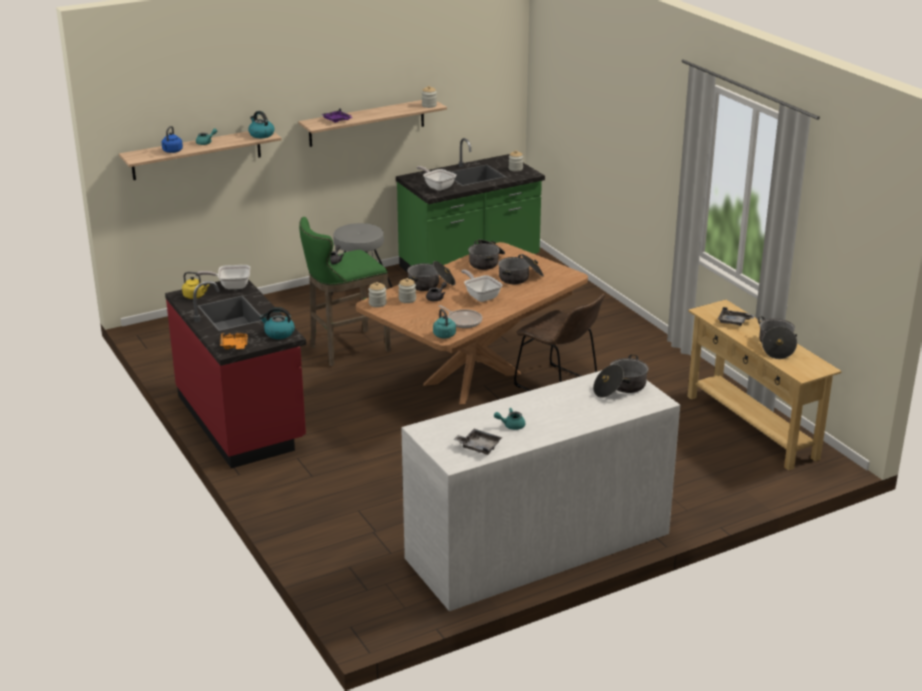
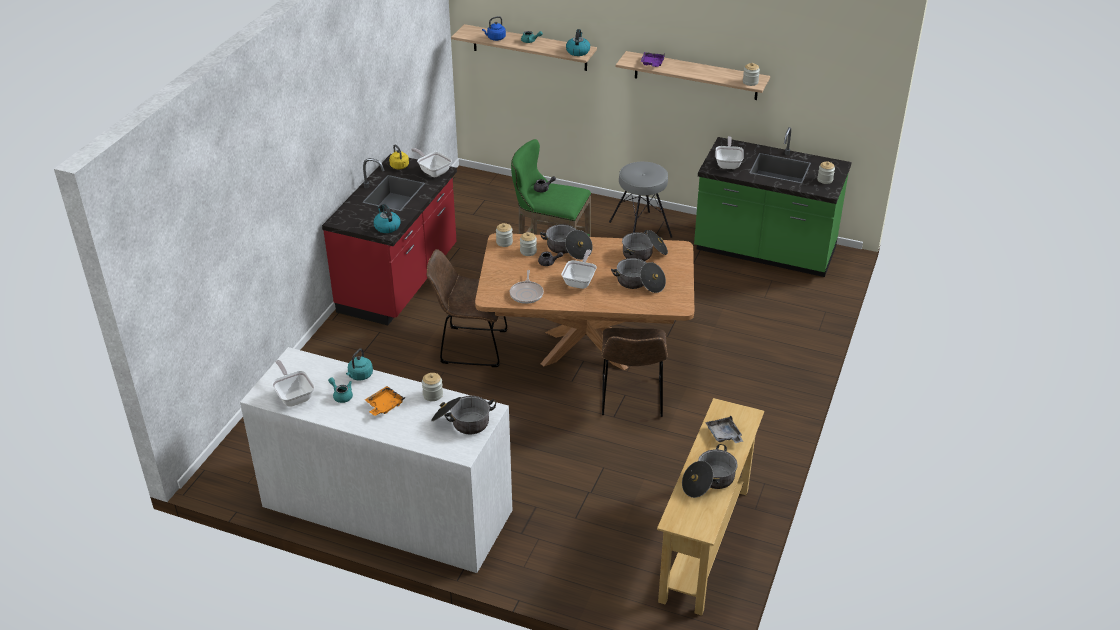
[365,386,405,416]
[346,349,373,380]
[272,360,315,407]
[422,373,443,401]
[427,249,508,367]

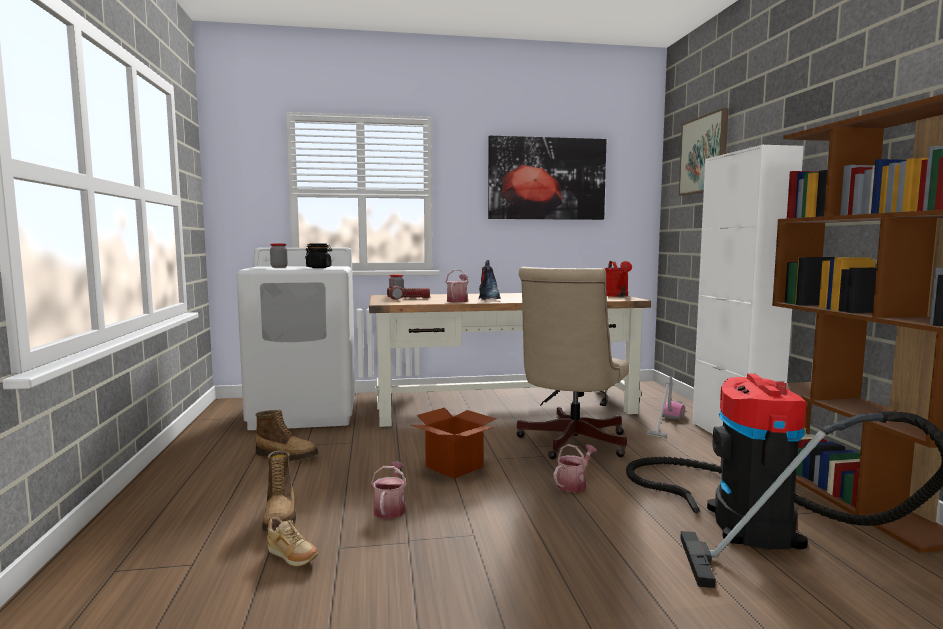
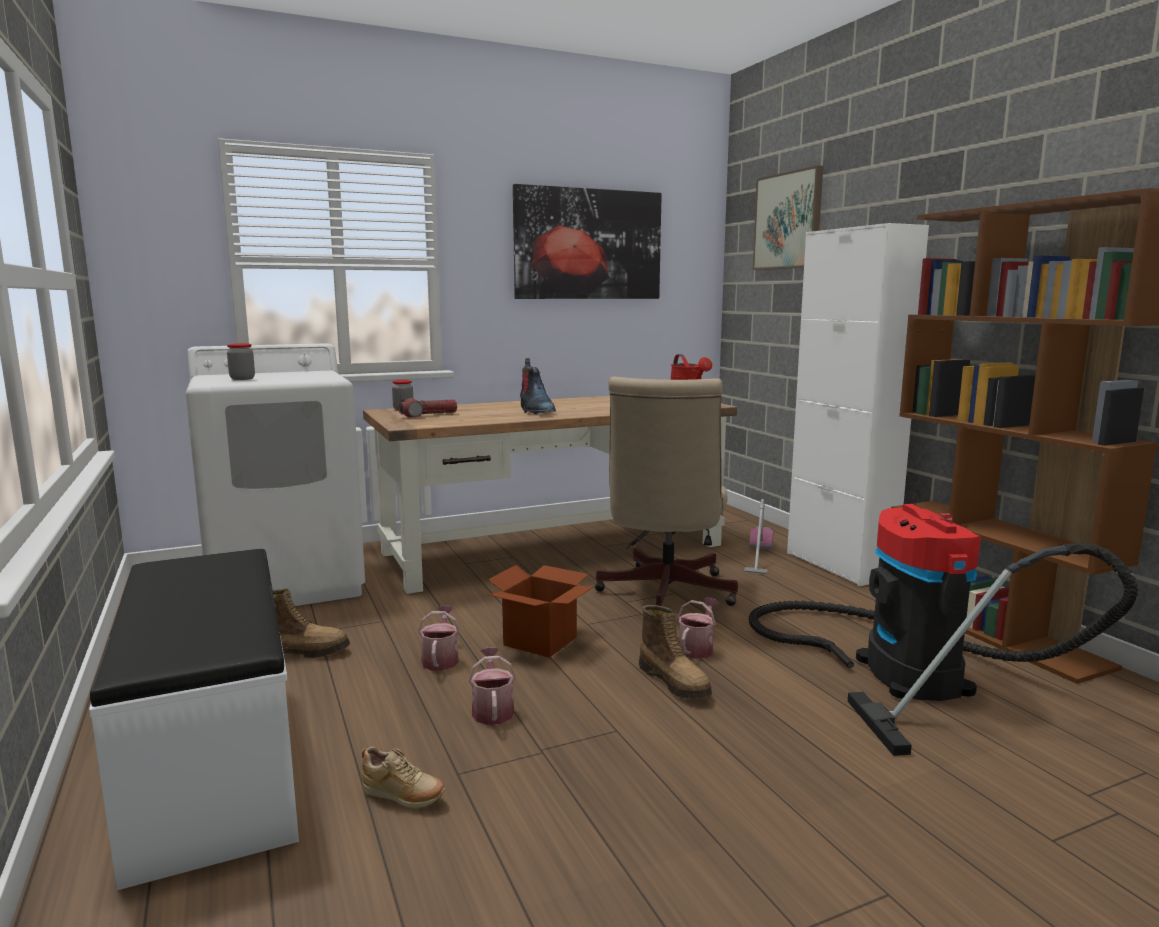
[639,605,712,699]
[305,244,332,268] (first image)
[418,605,460,671]
[89,549,299,890]

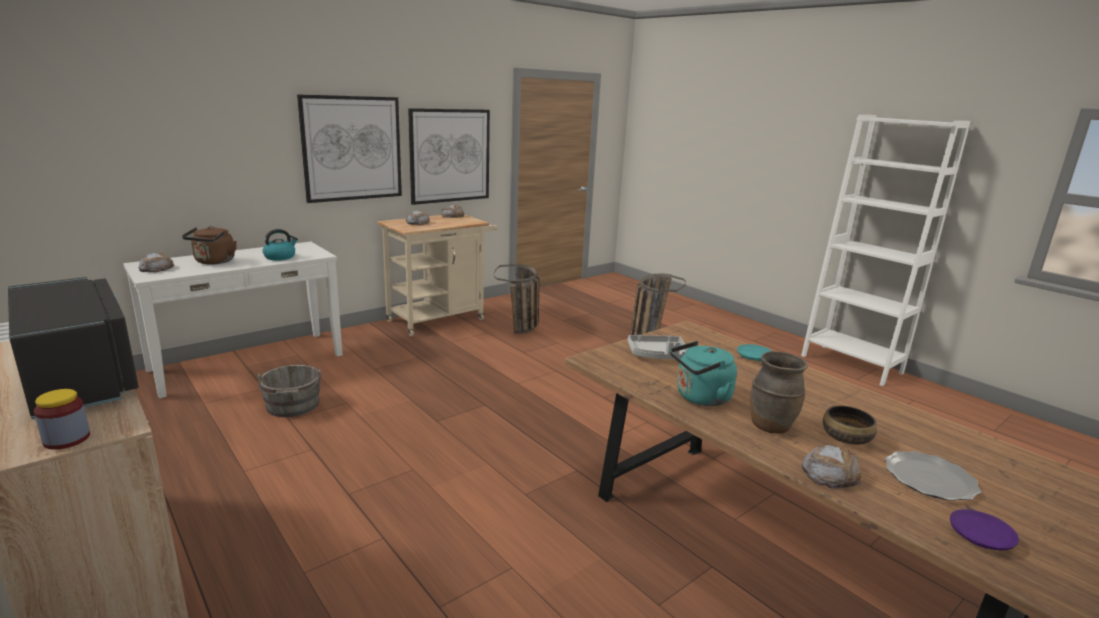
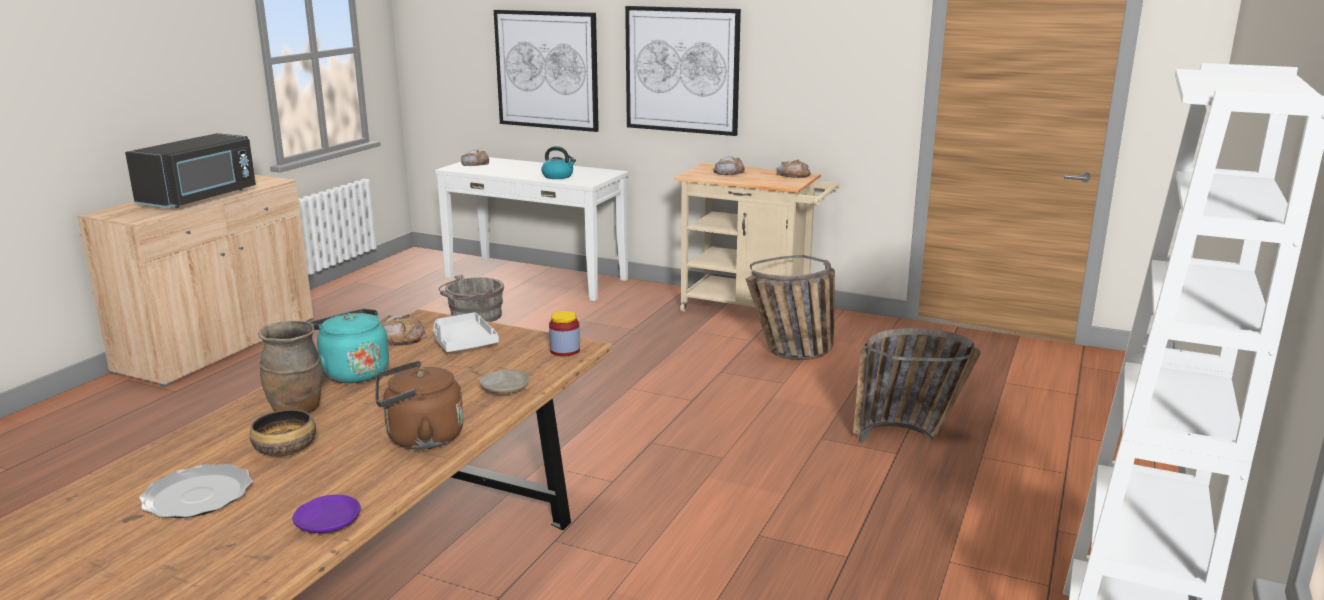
[549,311,580,356]
[375,360,464,450]
[494,10,599,132]
[479,369,530,394]
[380,314,427,346]
[292,495,361,533]

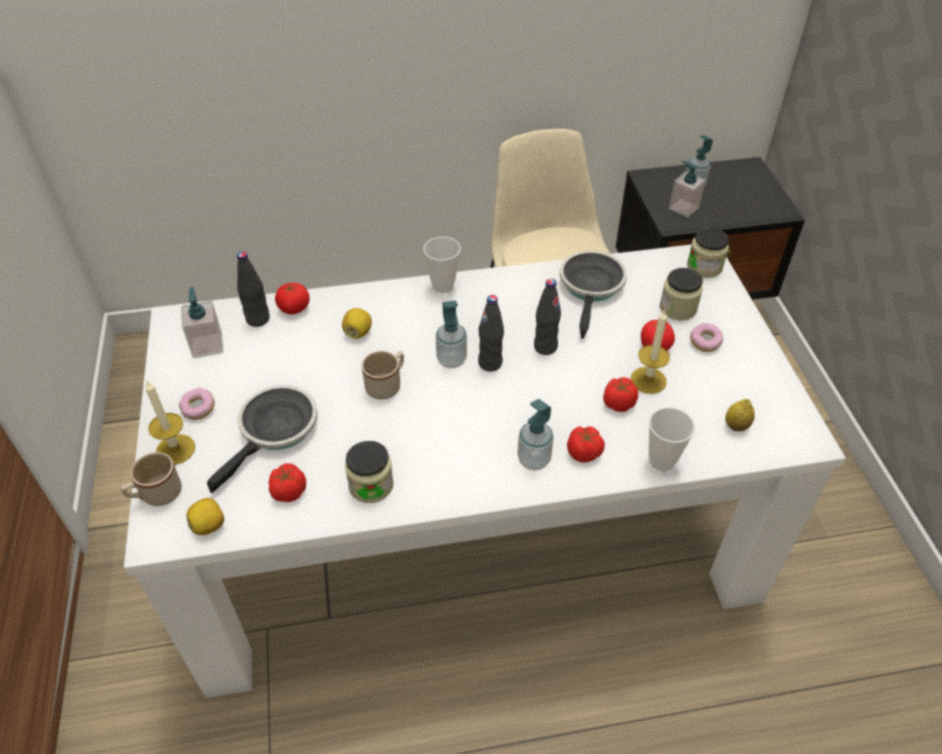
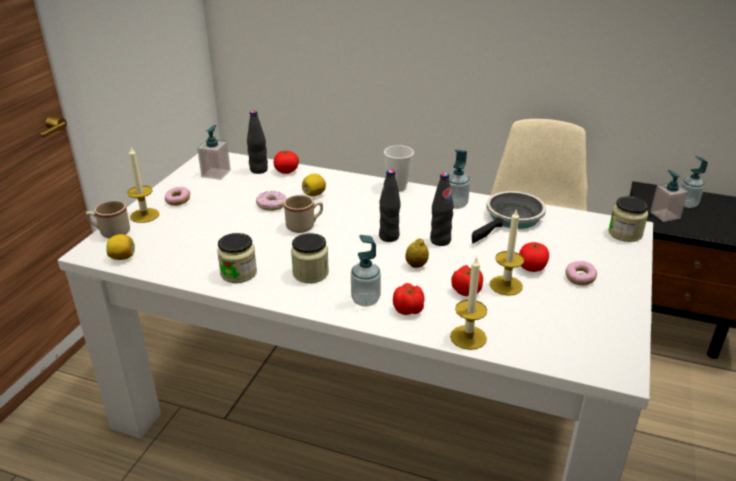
[207,385,318,493] (first image)
[269,463,306,502] (first image)
[449,149,470,209]
[450,256,487,350]
[291,233,329,283]
[405,238,429,268]
[256,191,287,211]

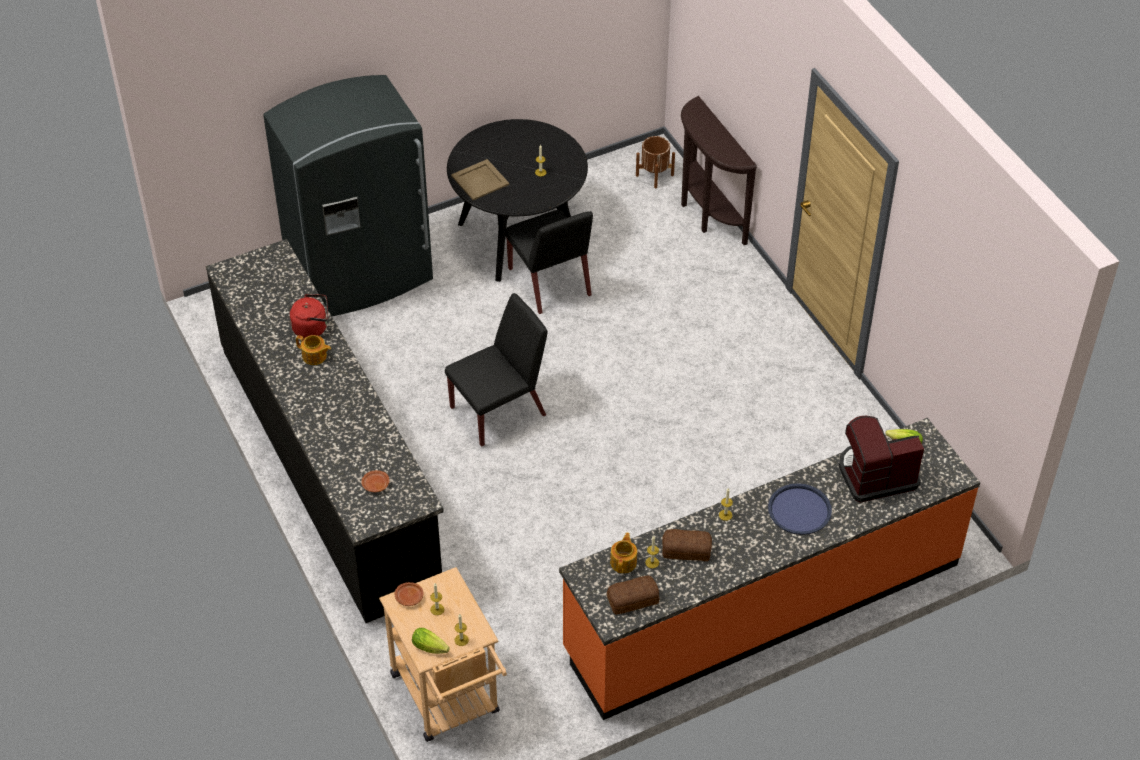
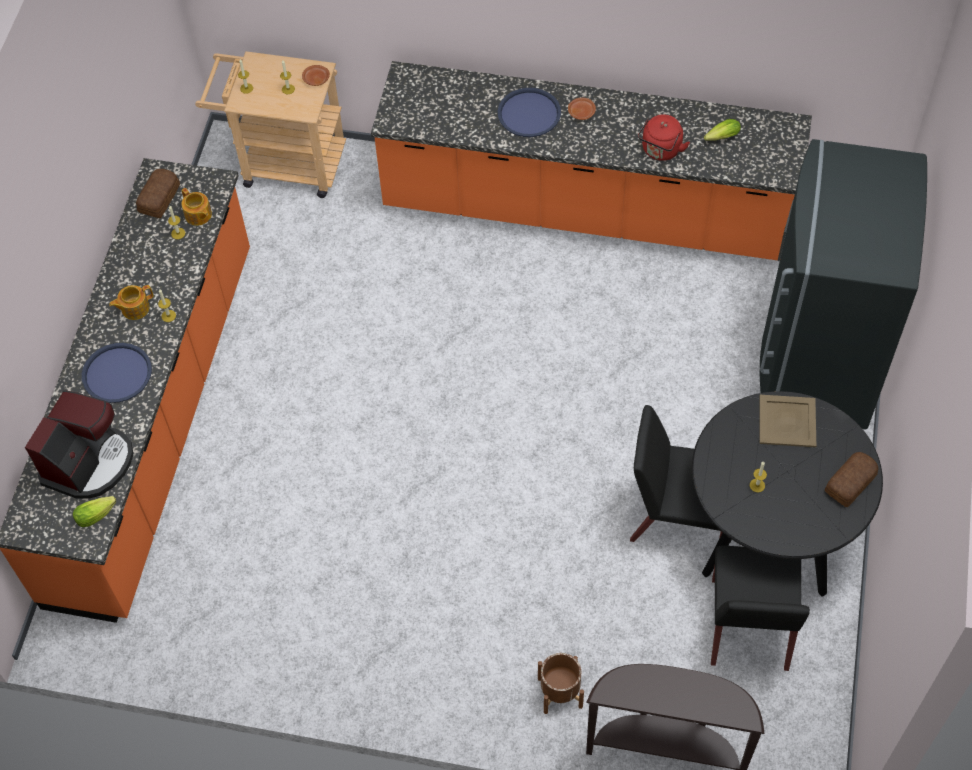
[371,61,812,260]
[109,285,153,320]
[568,98,596,120]
[704,119,741,141]
[711,546,810,671]
[538,653,584,714]
[825,452,879,507]
[498,88,561,137]

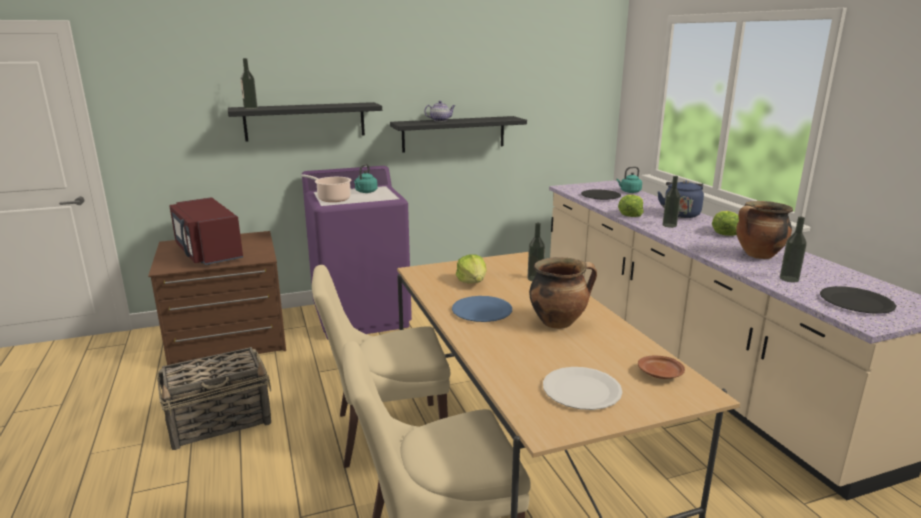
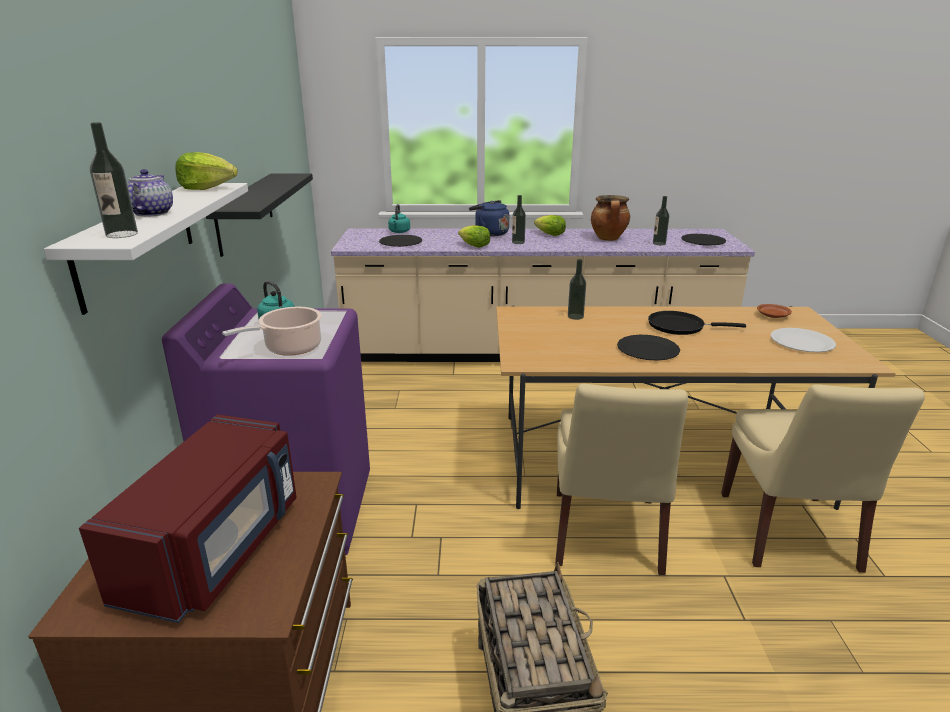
[79,414,297,623]
[44,183,248,315]
[127,169,173,217]
[617,335,680,361]
[175,152,238,190]
[648,311,746,335]

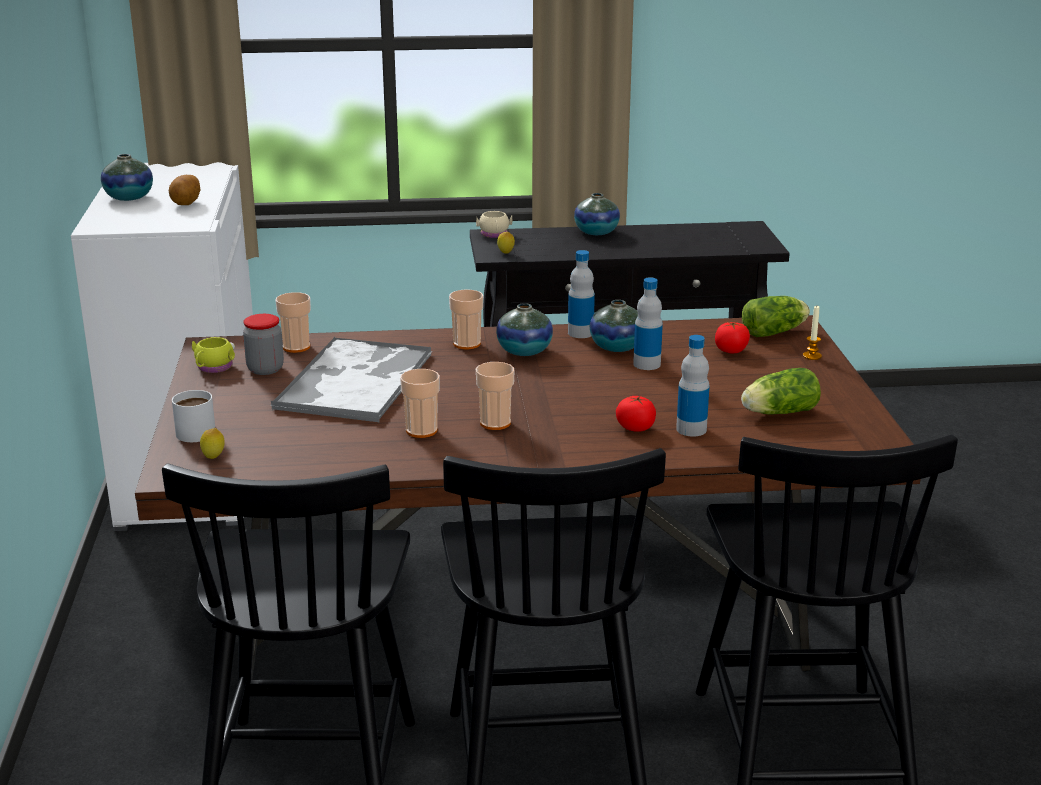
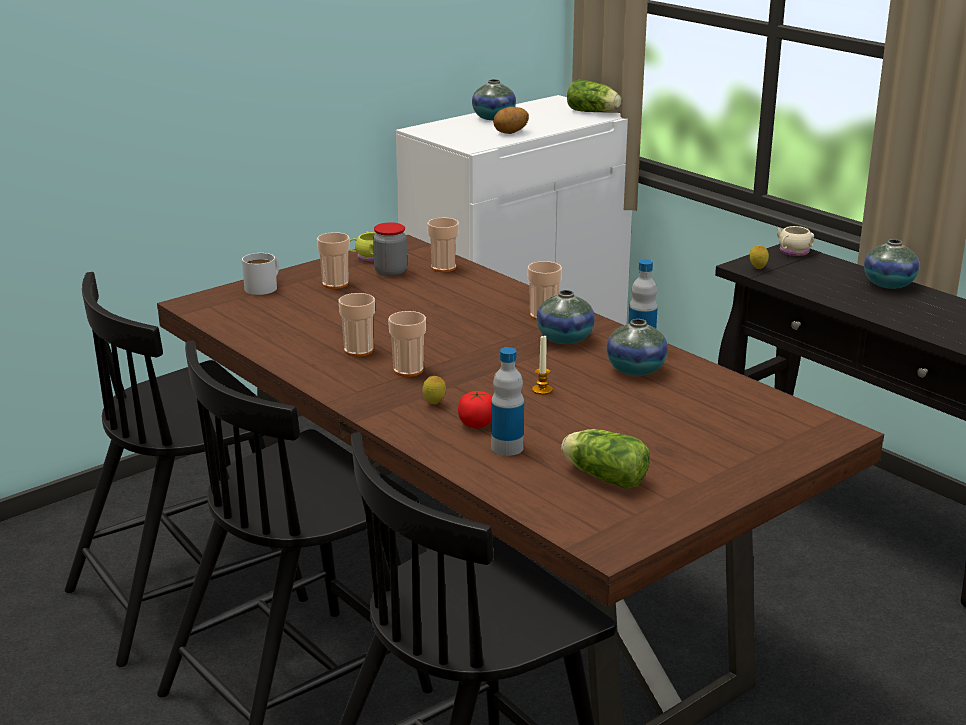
[422,376,446,404]
[270,337,433,422] (first image)
[633,277,663,370] (first image)
[715,322,750,353] (first image)
[567,80,621,112]
[532,335,553,395]
[317,232,350,289]

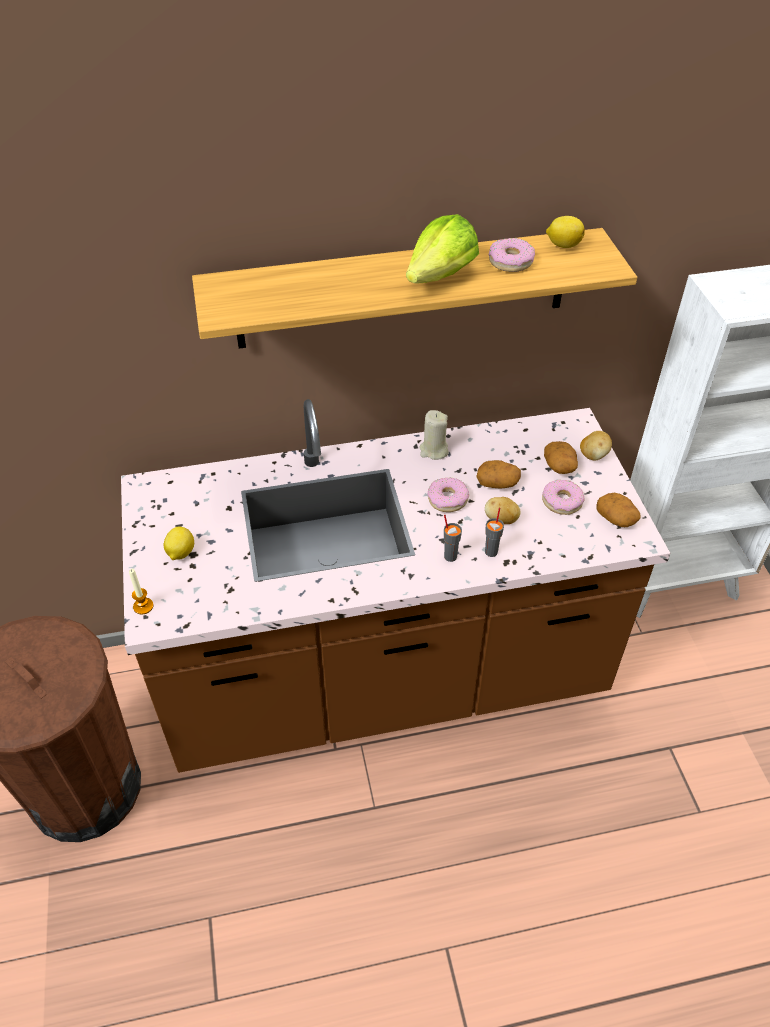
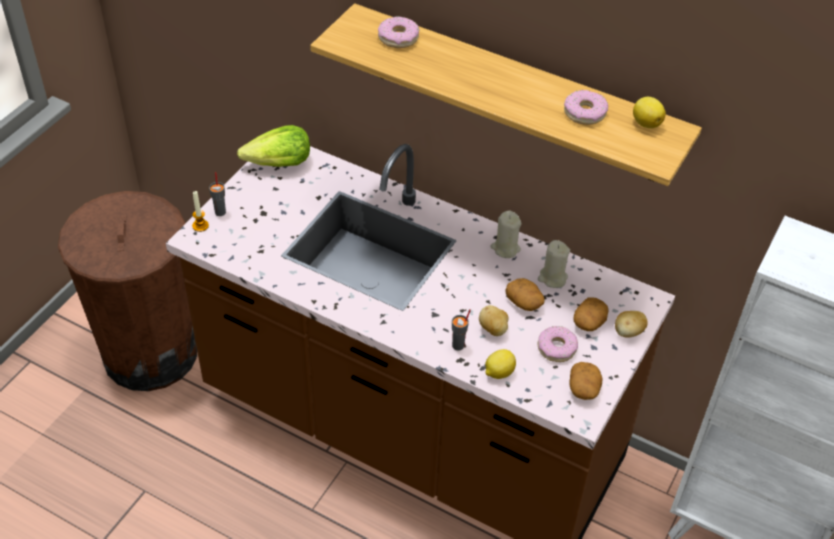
[485,349,516,379]
[237,125,310,167]
[378,16,419,48]
[209,172,226,216]
[538,240,570,288]

